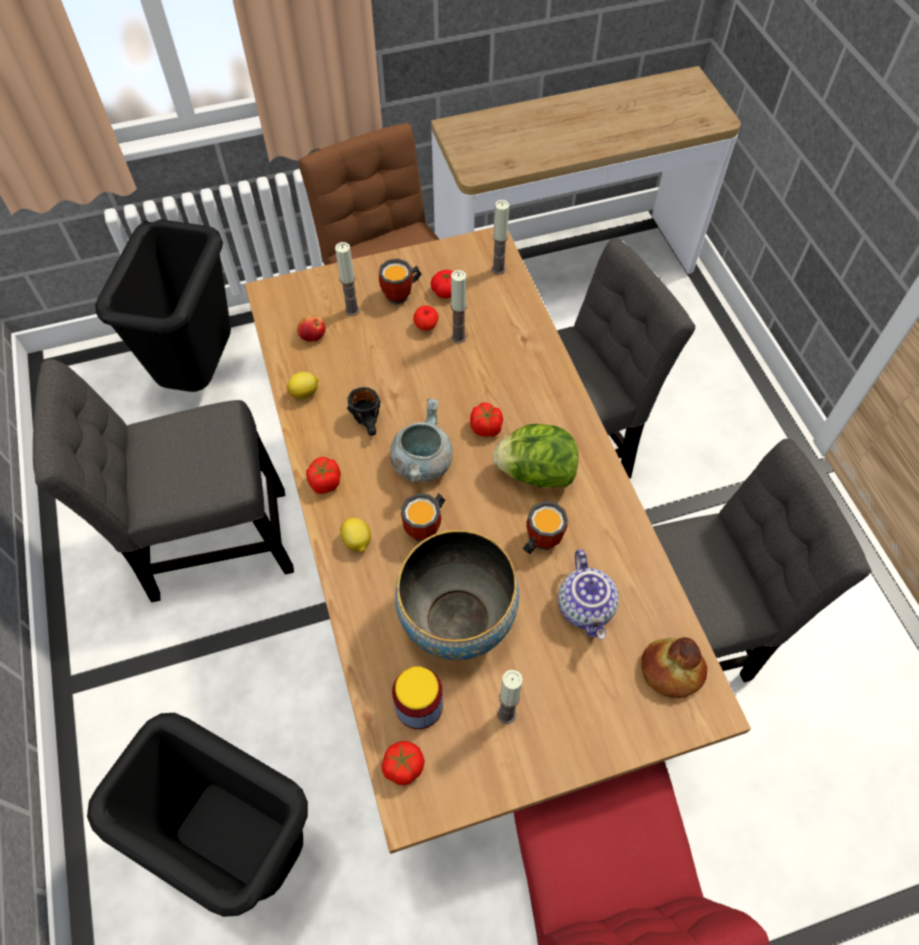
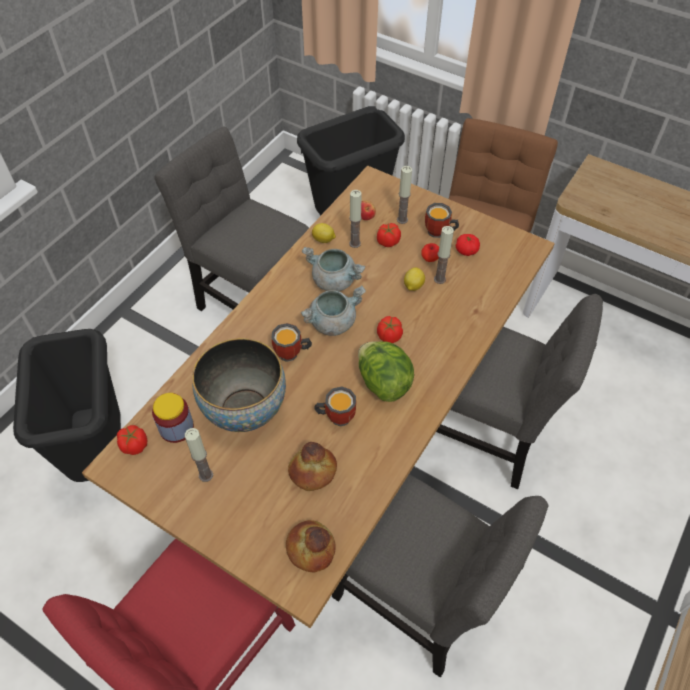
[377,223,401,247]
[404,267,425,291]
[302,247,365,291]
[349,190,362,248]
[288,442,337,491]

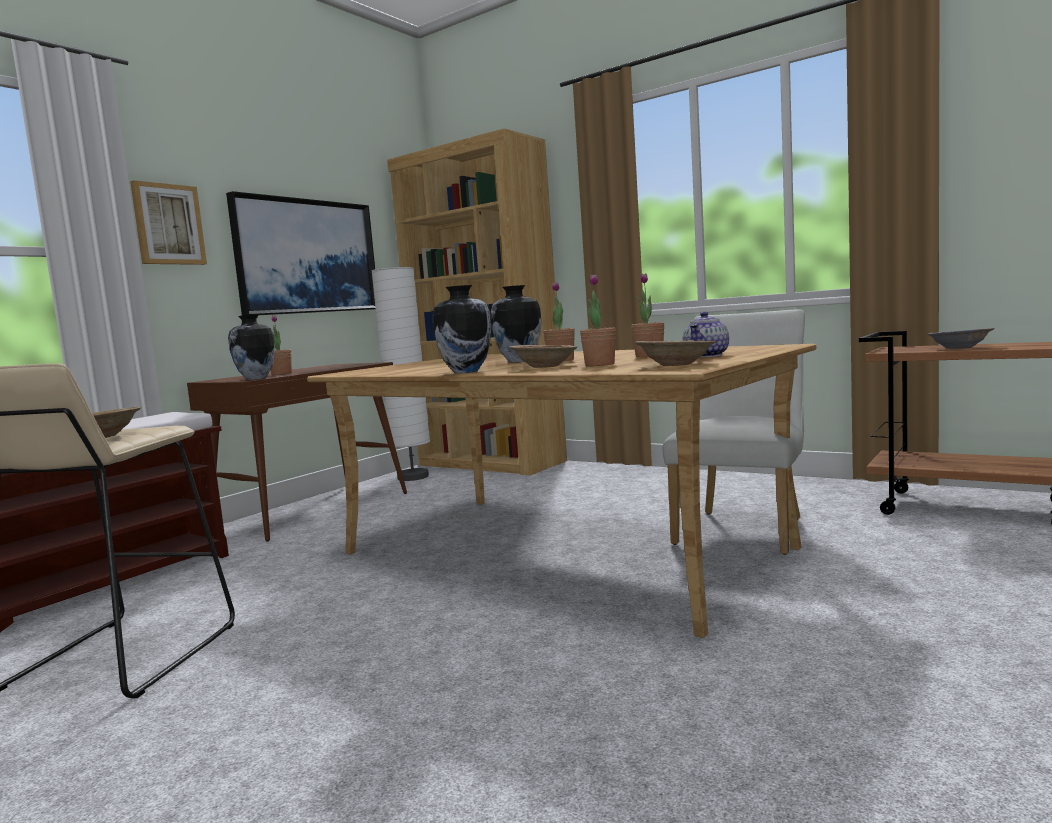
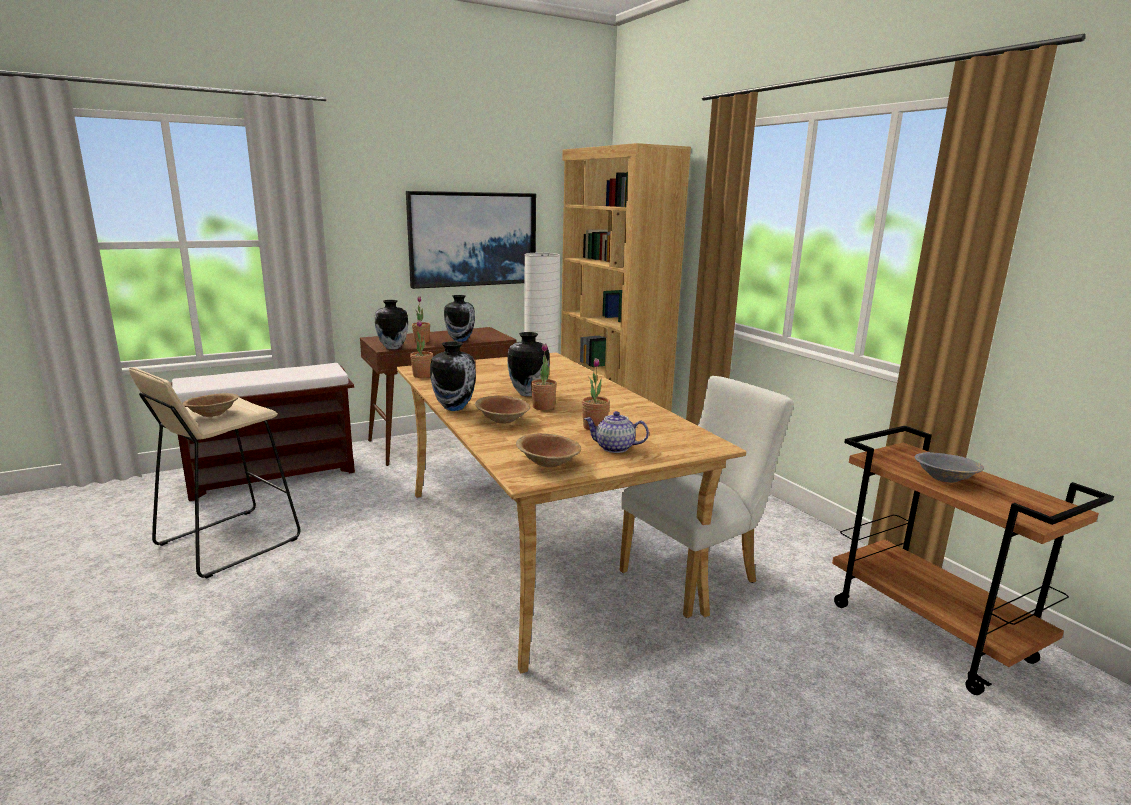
[130,180,207,265] (first image)
[410,320,433,378]
[584,411,649,453]
[444,295,475,342]

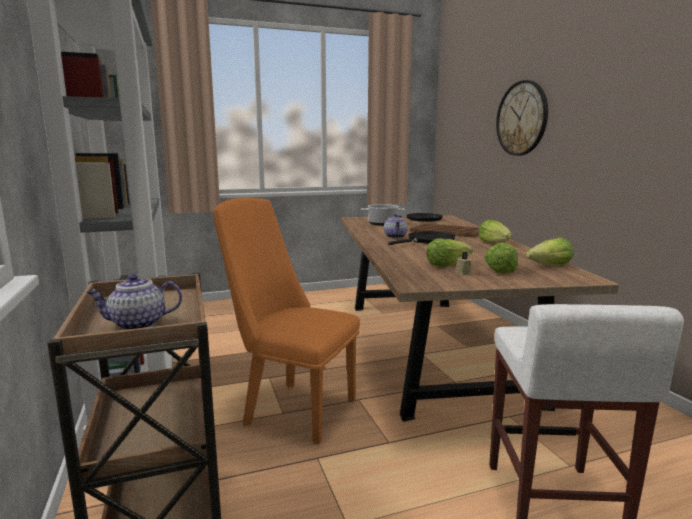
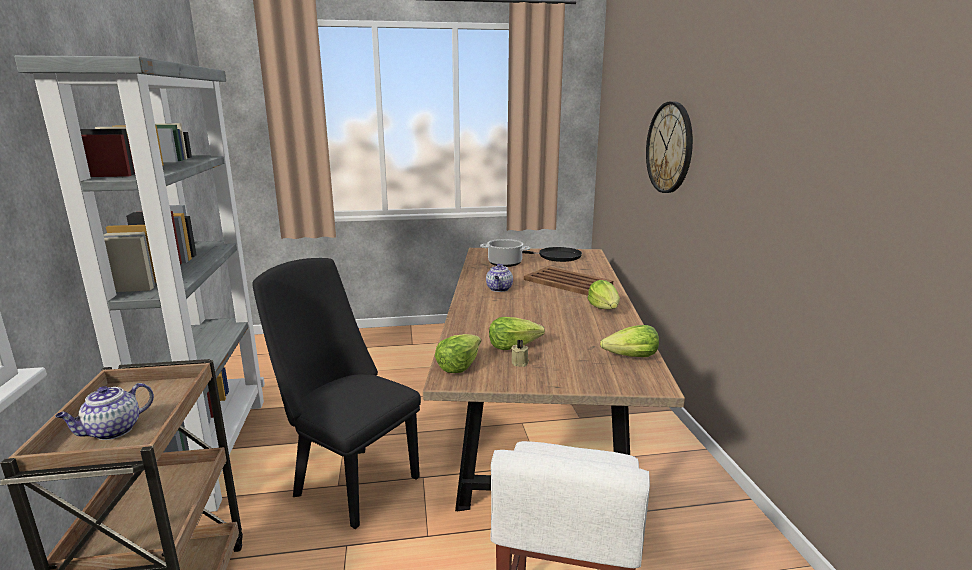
[55,383,154,440]
[253,258,421,529]
[388,231,455,245] (first image)
[435,334,481,373]

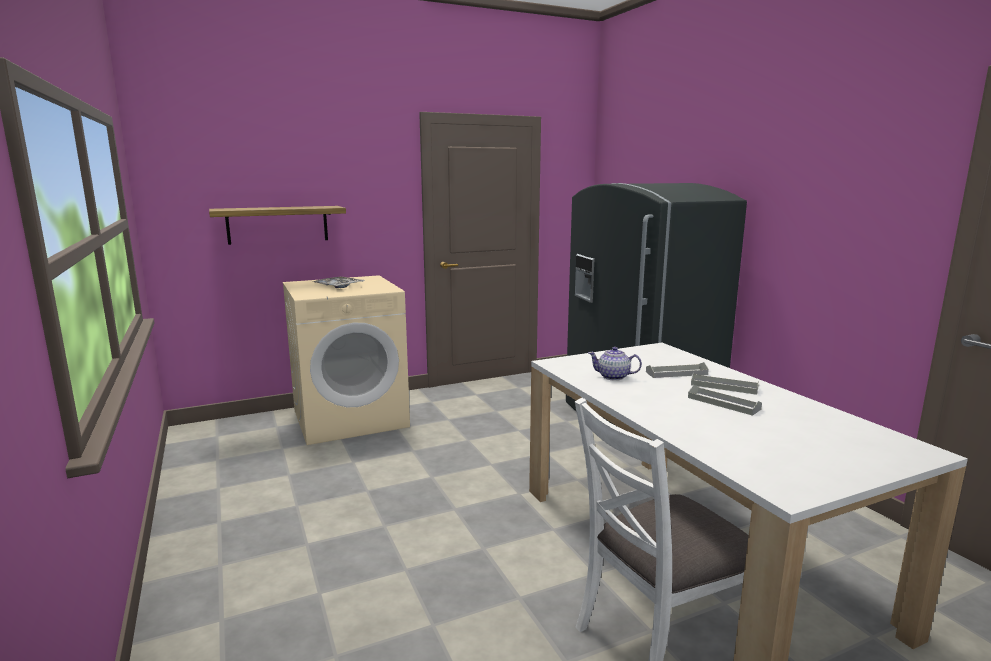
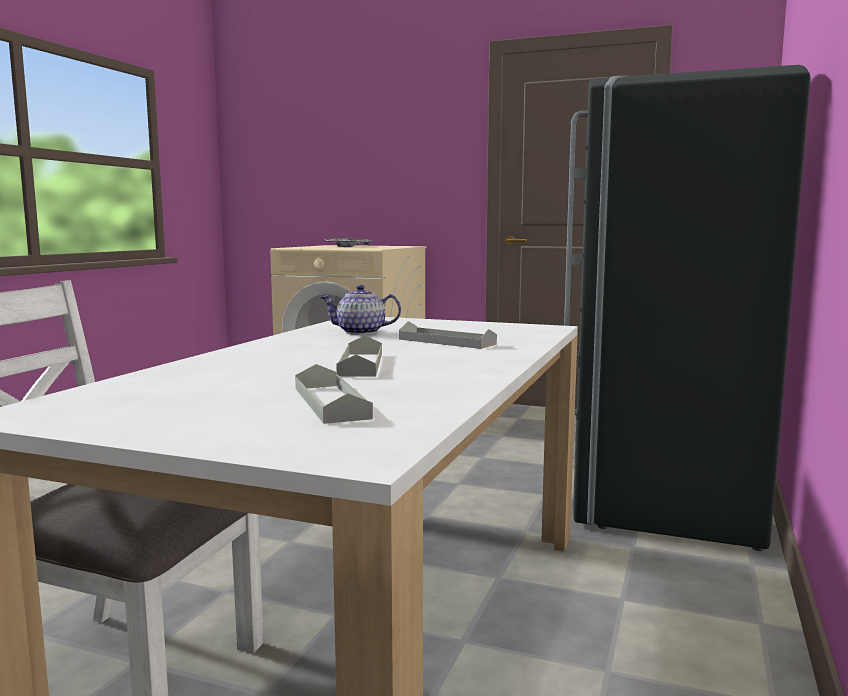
[209,206,346,245] (first image)
[320,285,401,335]
[295,364,373,424]

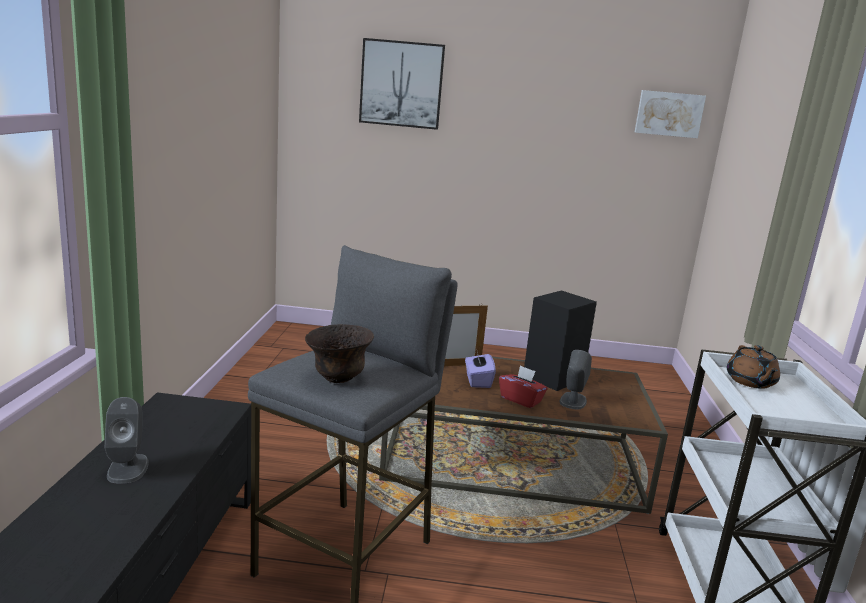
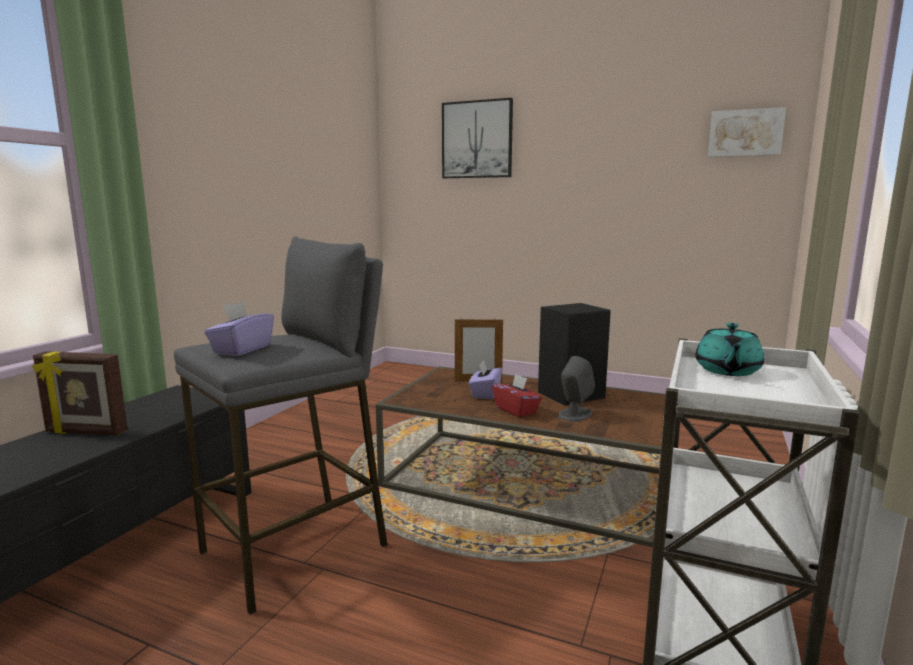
[32,351,128,435]
[204,301,274,356]
[695,323,764,376]

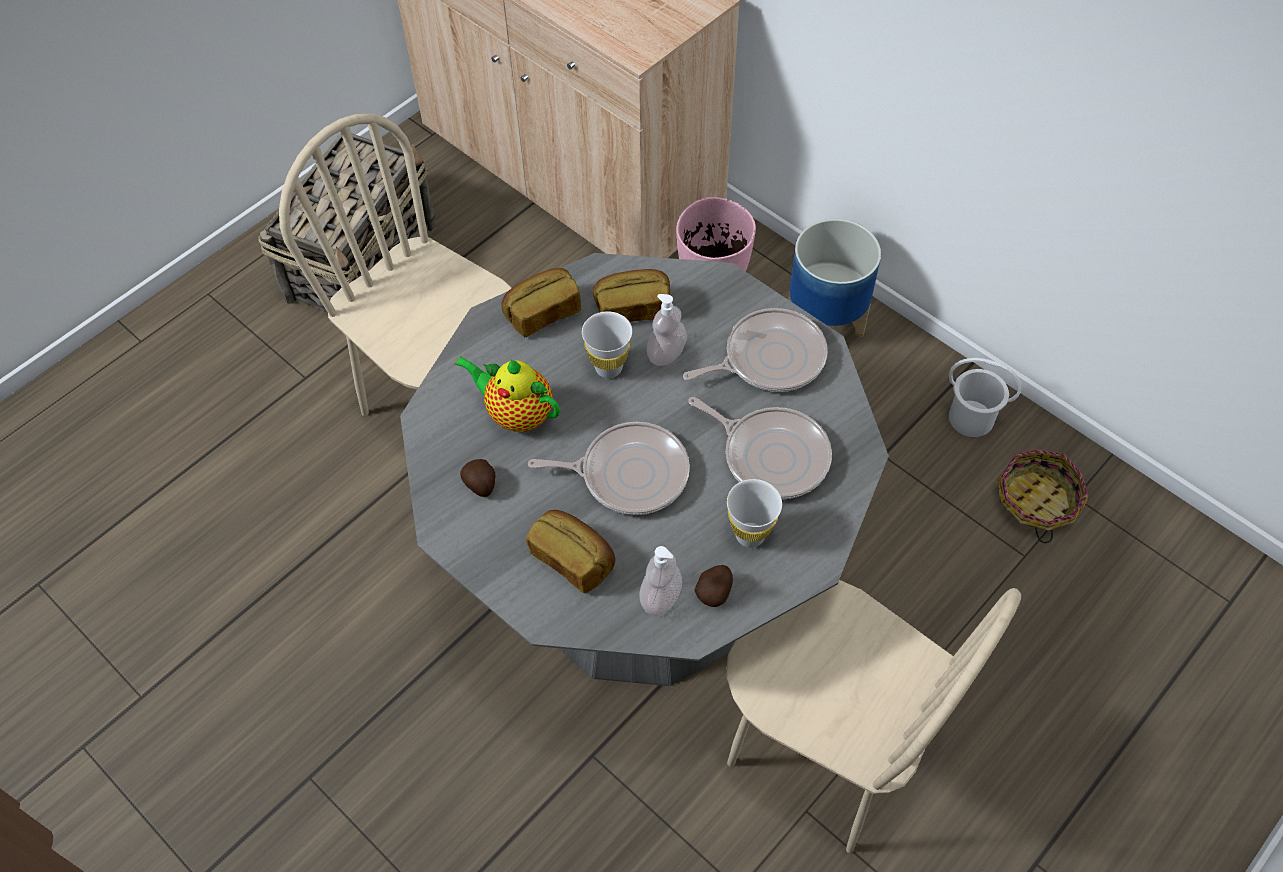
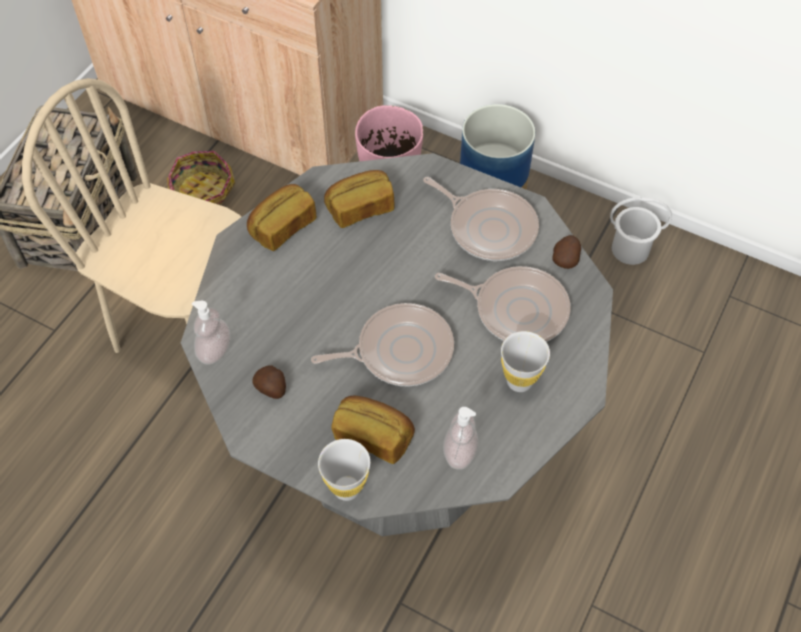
[455,356,560,432] (first image)
[318,439,370,501]
[192,301,231,365]
[423,177,539,261]
[552,235,581,269]
[726,580,1021,853] (first image)
[167,151,235,205]

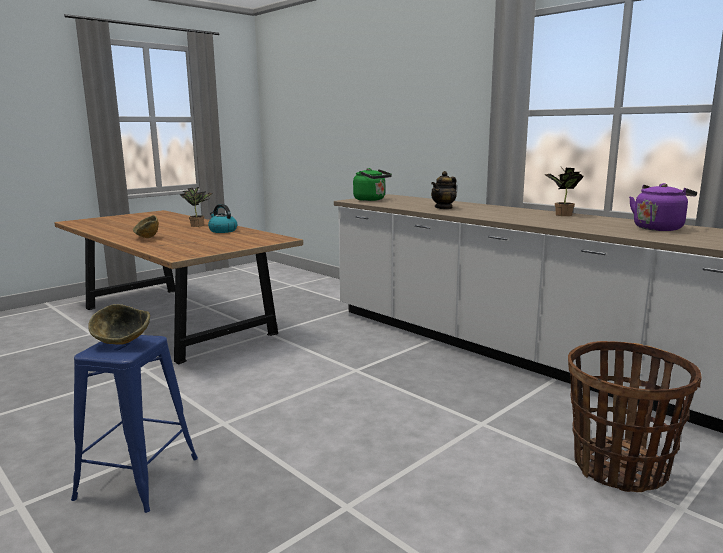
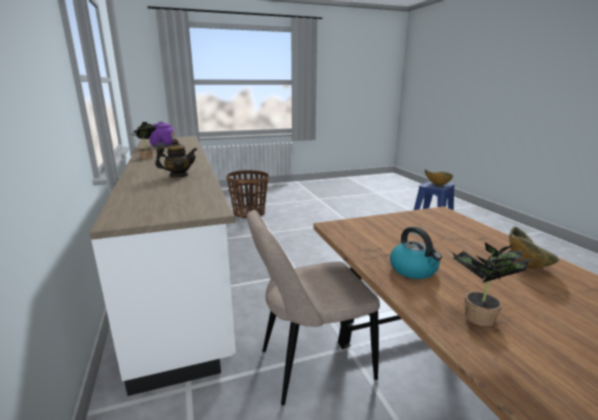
[353,168,392,201] (first image)
[247,210,380,406]

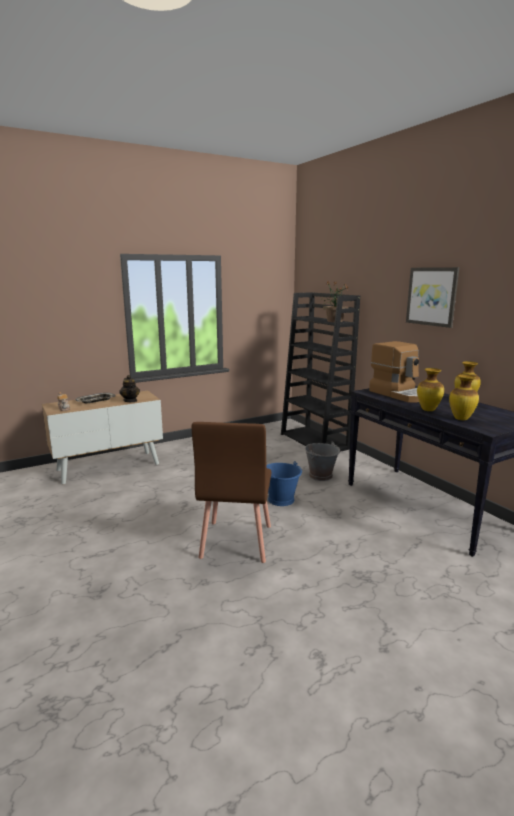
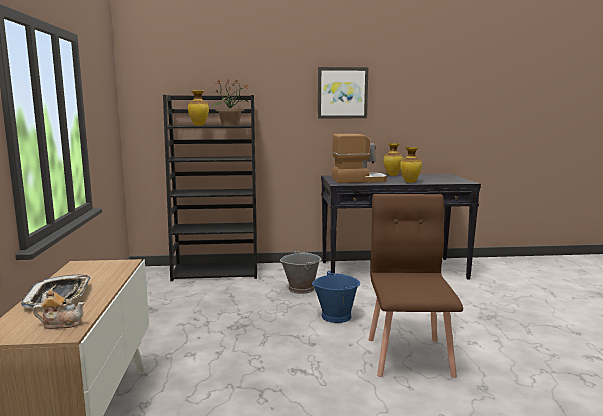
[119,375,140,402] (first image)
[368,194,463,378]
[188,90,209,126]

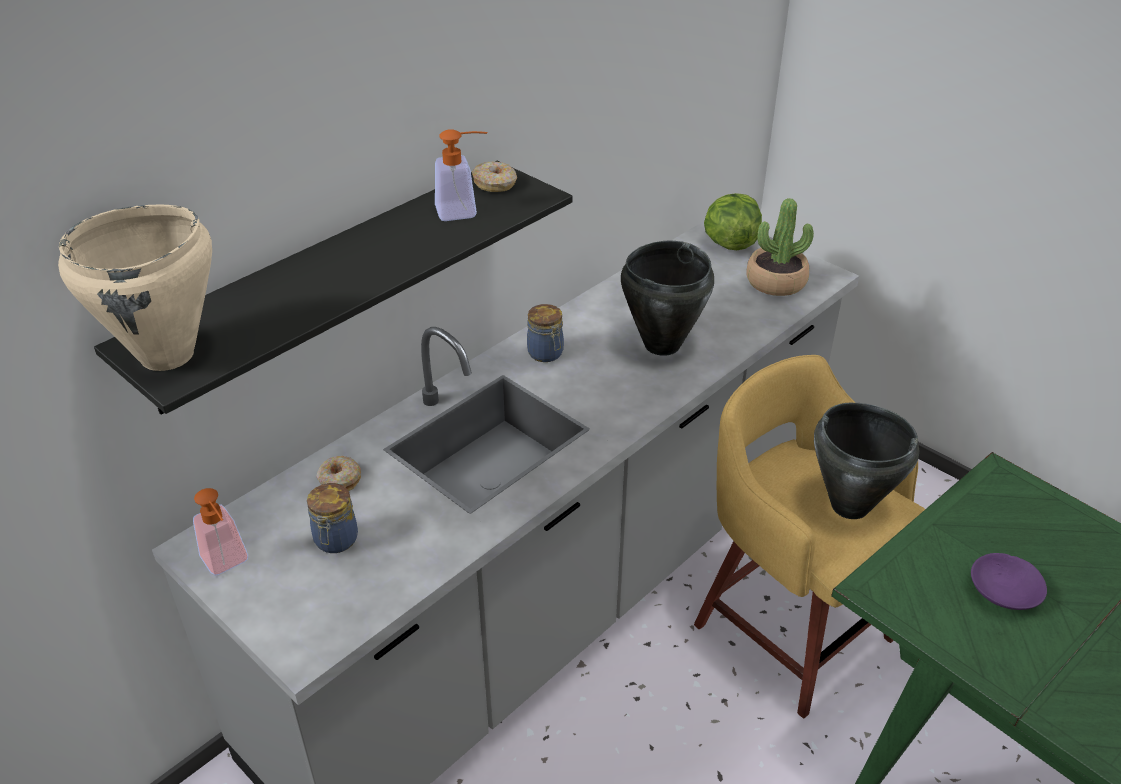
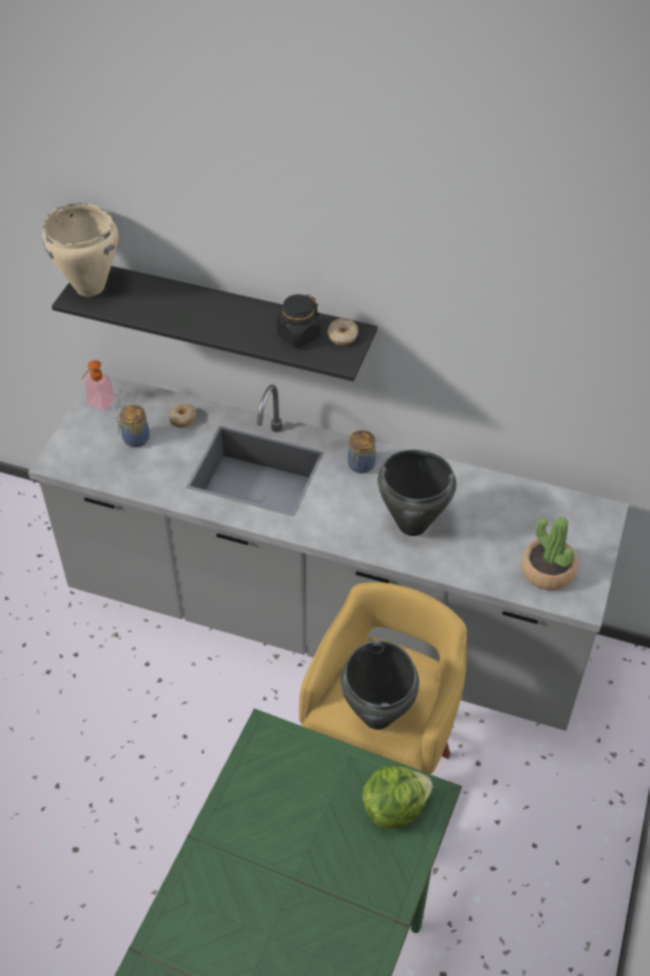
[277,294,321,348]
[362,765,433,828]
[971,553,1047,610] (first image)

